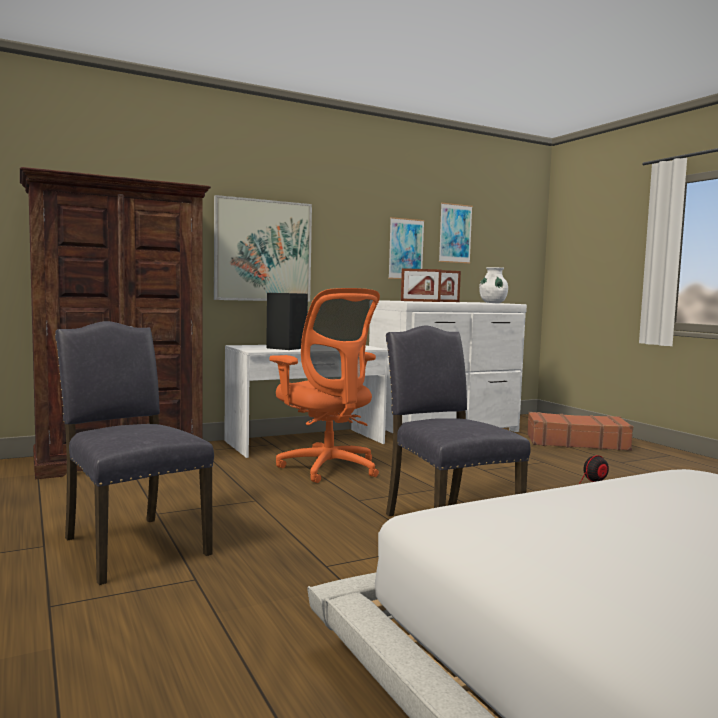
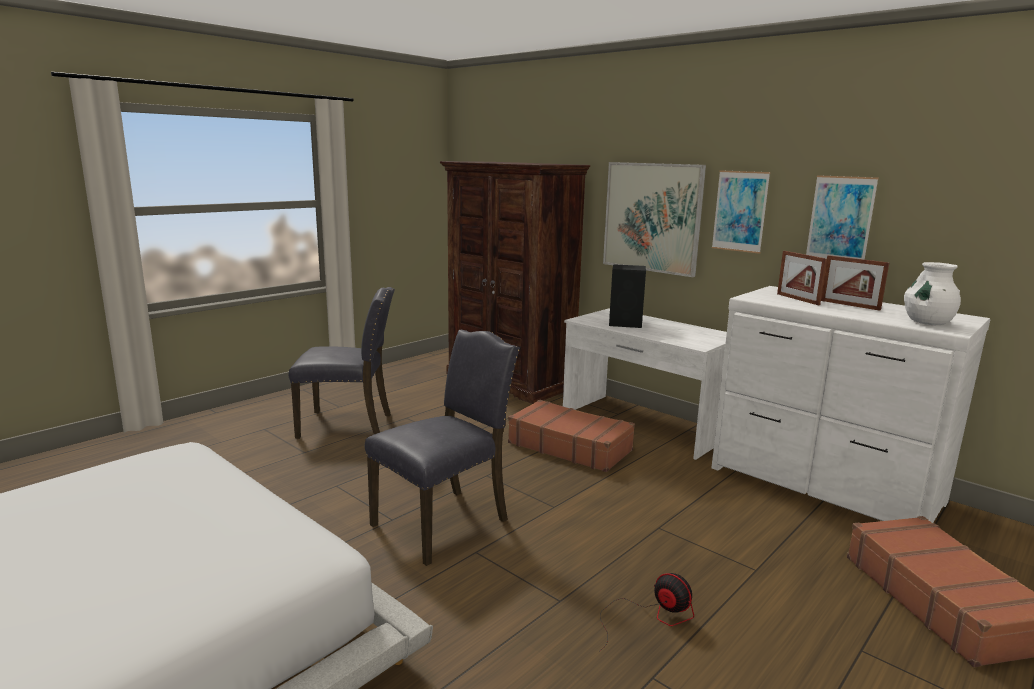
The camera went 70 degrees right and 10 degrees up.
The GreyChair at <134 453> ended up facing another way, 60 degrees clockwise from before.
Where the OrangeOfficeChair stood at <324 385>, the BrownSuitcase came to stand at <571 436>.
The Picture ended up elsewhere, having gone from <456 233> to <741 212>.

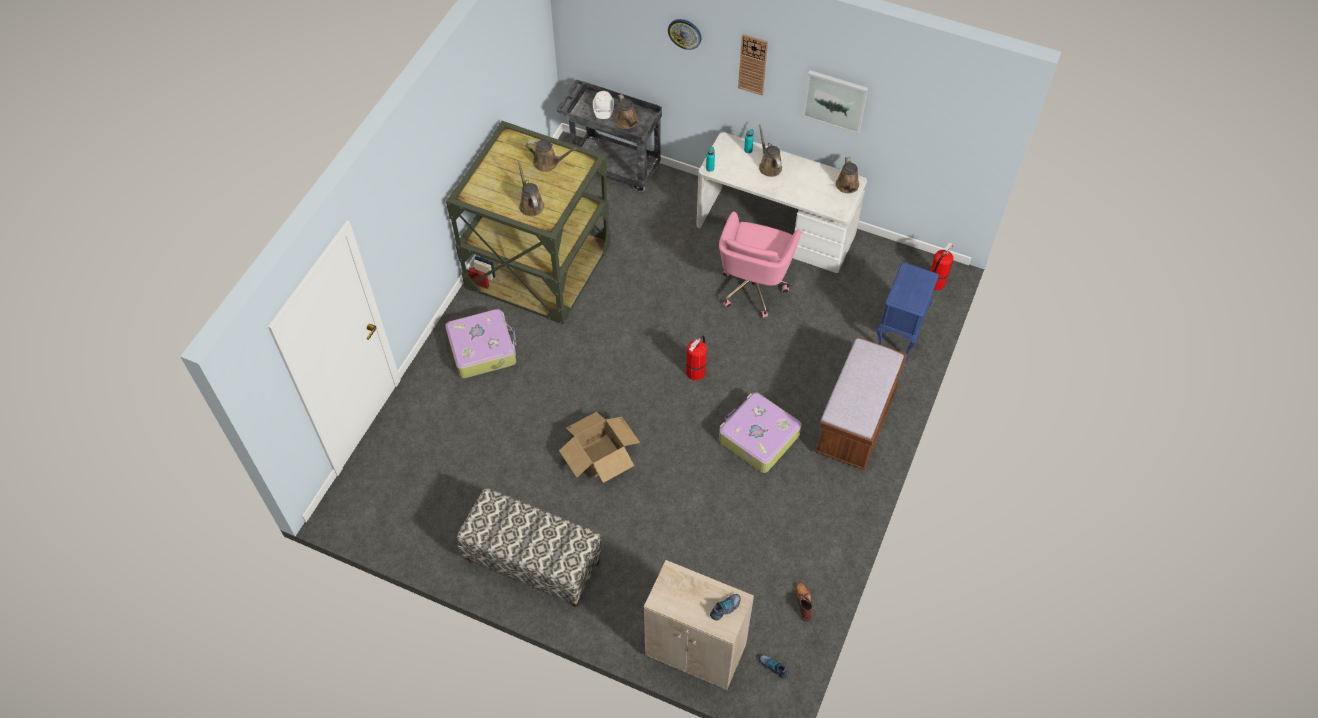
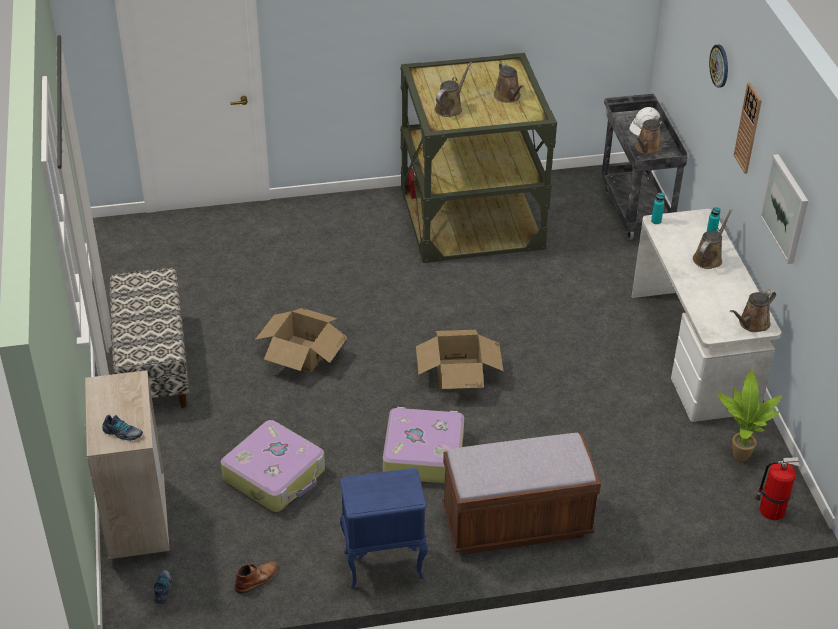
The camera went 55 degrees right and 15 degrees down.
The Suitcase ended up elsewhere, having gone from <481 343> to <273 466>.
Where the FireExtinguisher stood at <696 357>, the CardboardBox came to stand at <459 359>.
The second view lost the PinkOfficeChair at <760 265>.
The BlueNightstand ended up elsewhere, having gone from <908 312> to <383 529>.
The second view gained the PottedPlant at <750 415>.

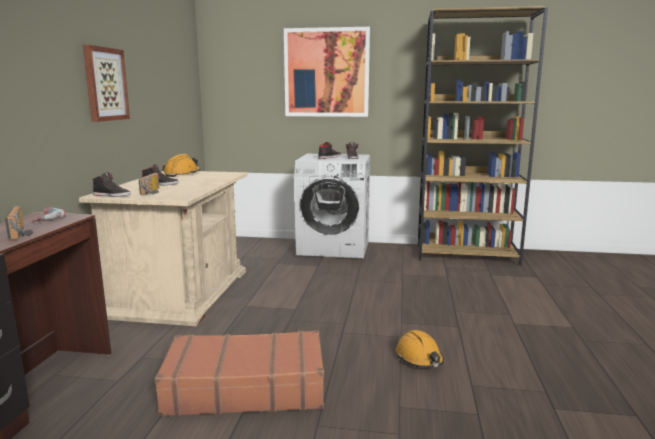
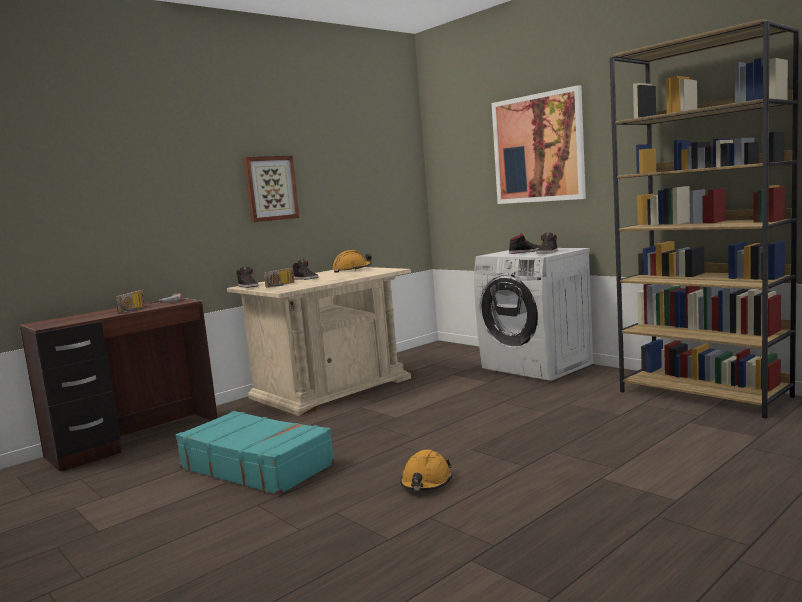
The camera went 40 degrees right and 5 degrees down.
What was the BrownSuitcase at <239 373> turned into the TurquoiseSuitcase at <255 453>.

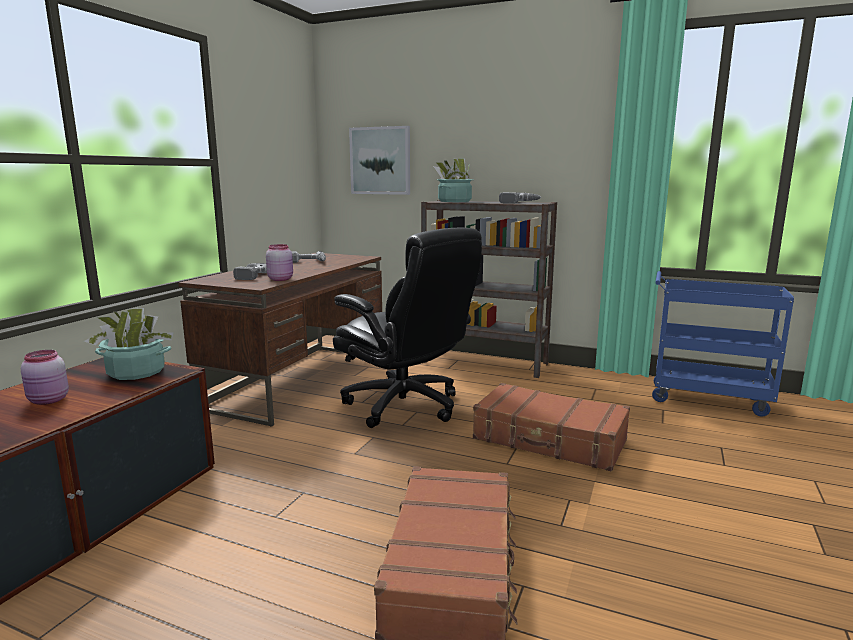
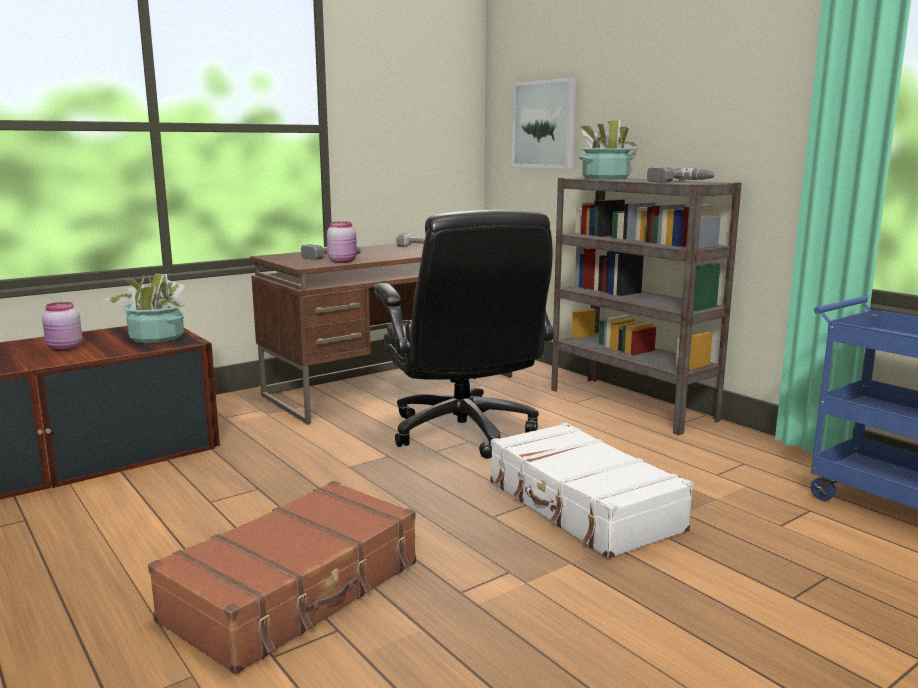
The camera went 30 degrees right and 0 degrees up.
What was the BrownSuitcase at <551 427> turned into the WhiteSuitcase at <592 490>.

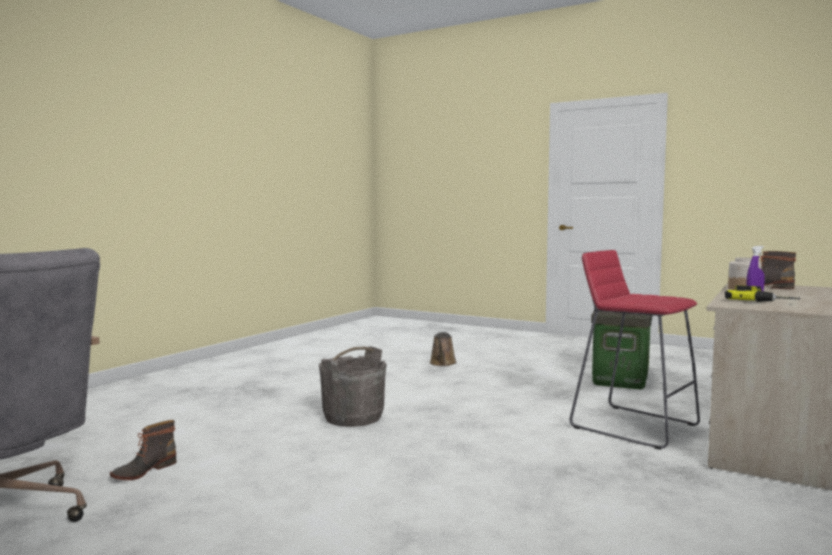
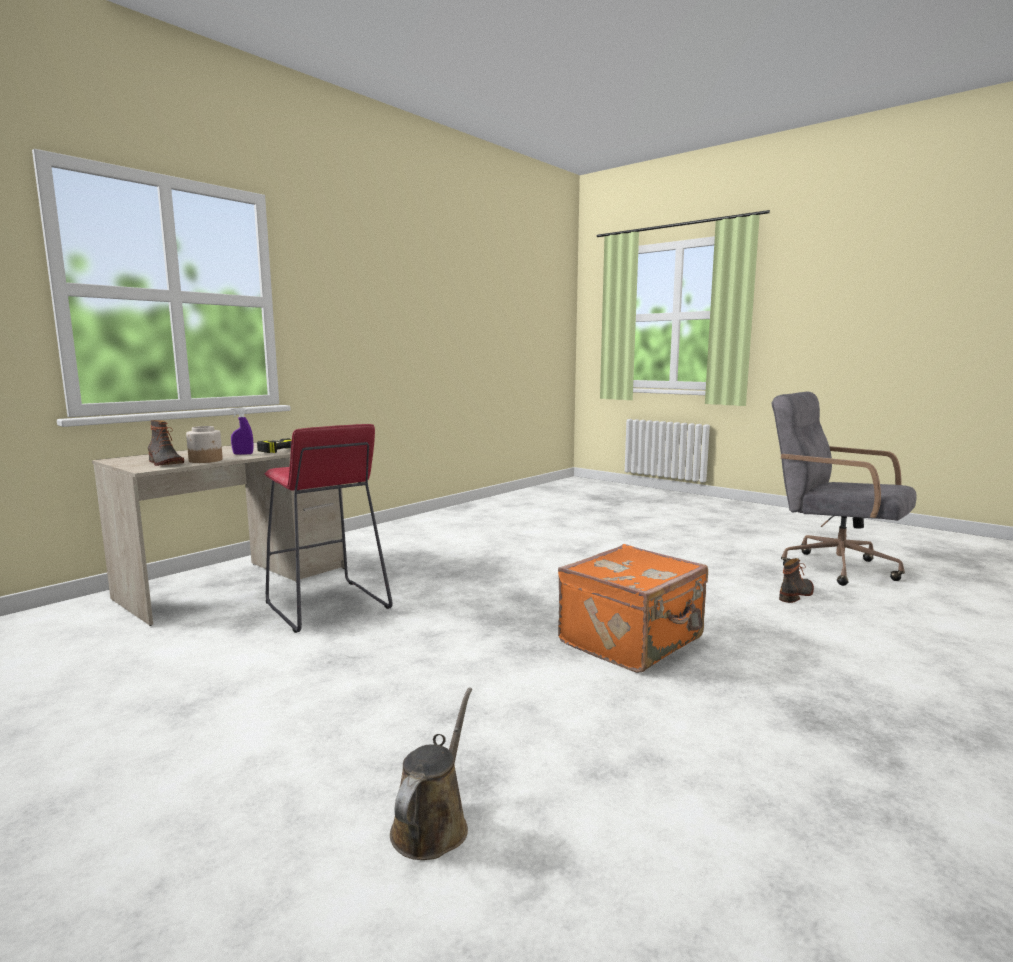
The camera went 170 degrees left and 5 degrees up.
Where the GreyBucket stood at <352 387>, the OrangeSuitcase came to stand at <633 608>.
The second view lost the StorageBox at <621 350>.

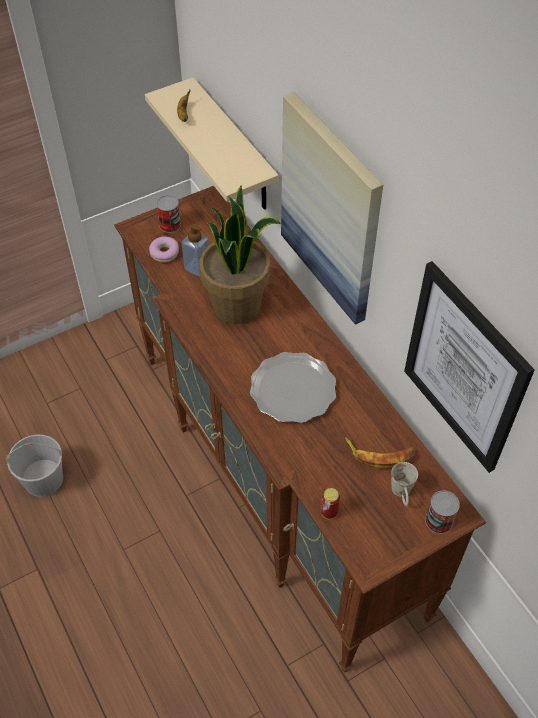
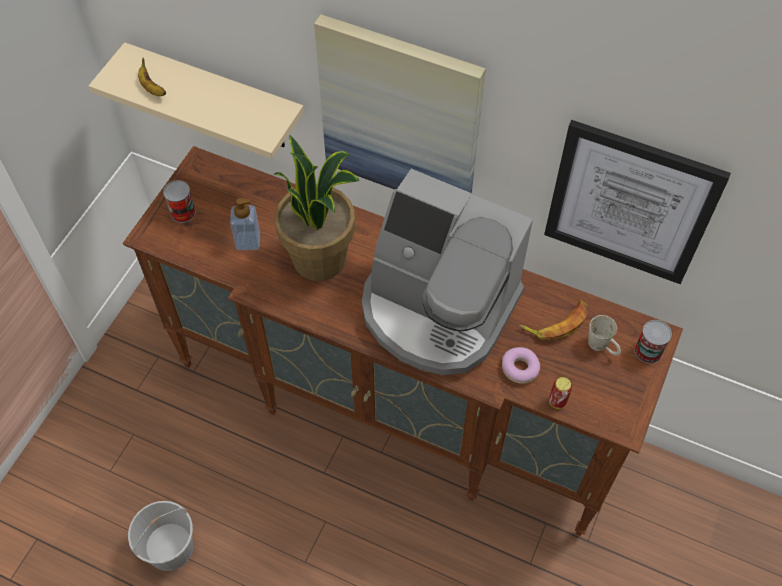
The camera went 35 degrees left and 5 degrees up.
The Donut ended up elsewhere, having gone from <164 249> to <521 365>.
Where the Plate stood at <293 387>, the CoffeeMachine came to stand at <447 272>.

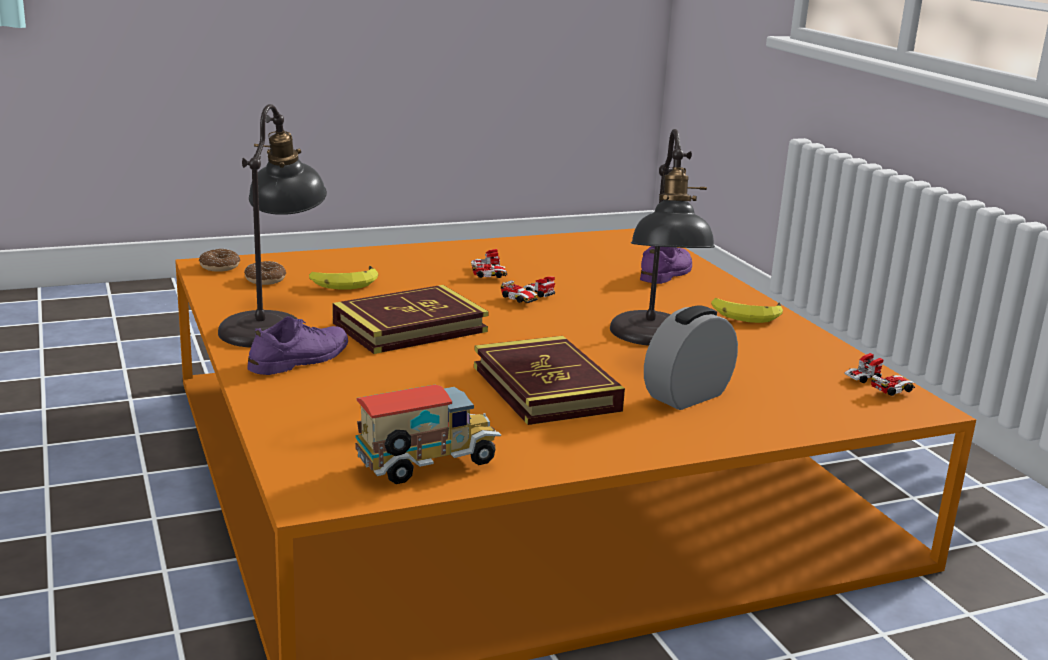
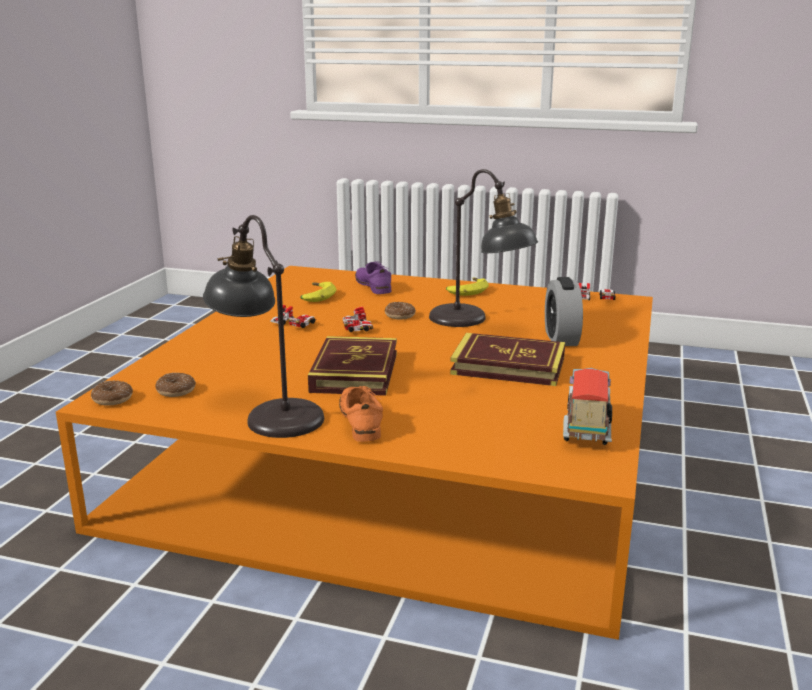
The camera went 50 degrees left and 0 degrees up.
What was the PurpleShoe at <298 345> turned into the OrangeShoe at <361 414>.
The Banana ended up elsewhere, having gone from <343 277> to <318 292>.
The second view gained the Donut at <400 311>.

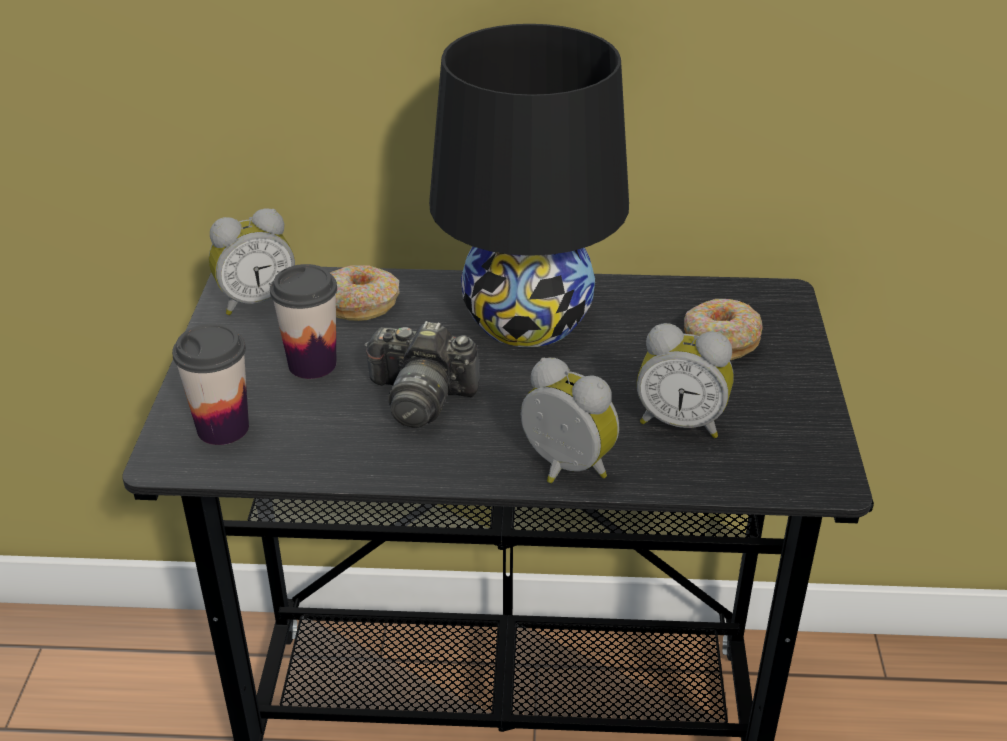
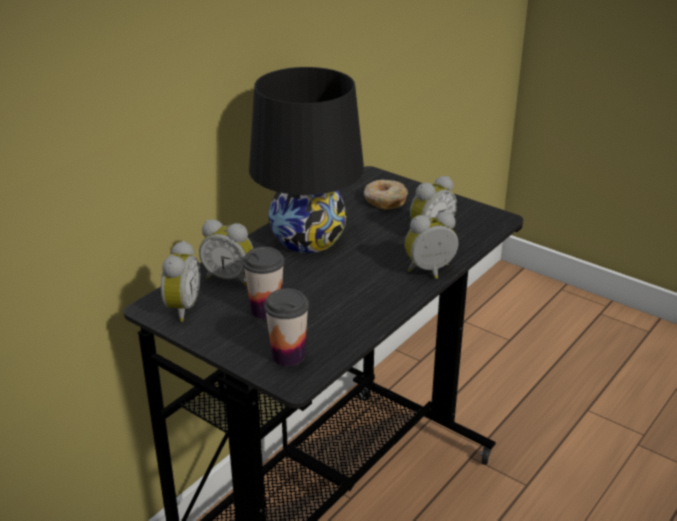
The camera went 55 degrees left and 5 degrees down.
Where the Donut stood at <365 293>, the AlarmClock came to stand at <226 252>.
The second view lost the PhotoCamera at <422 374>.

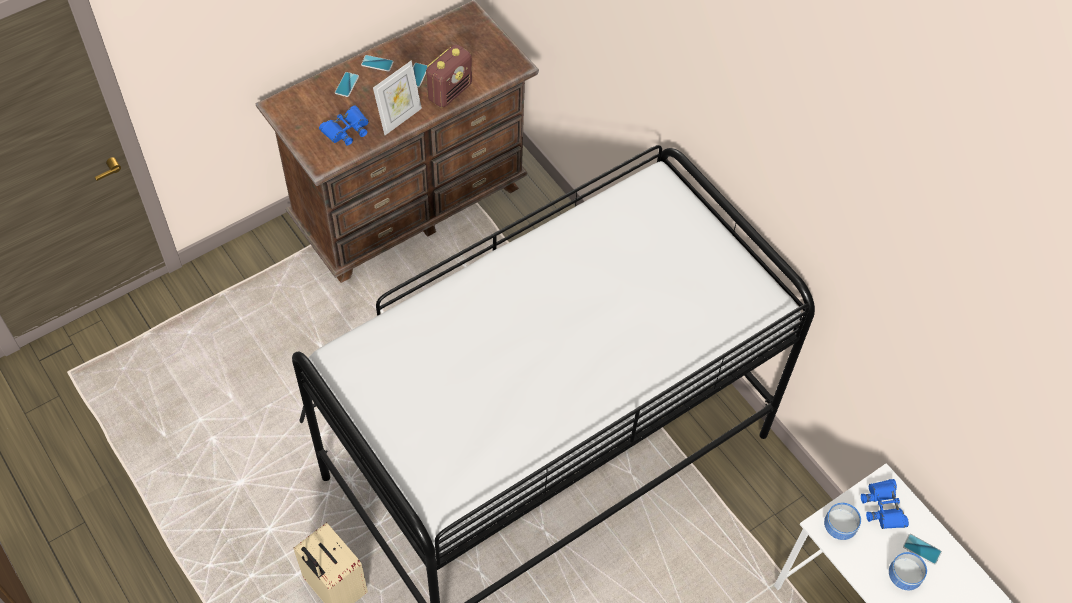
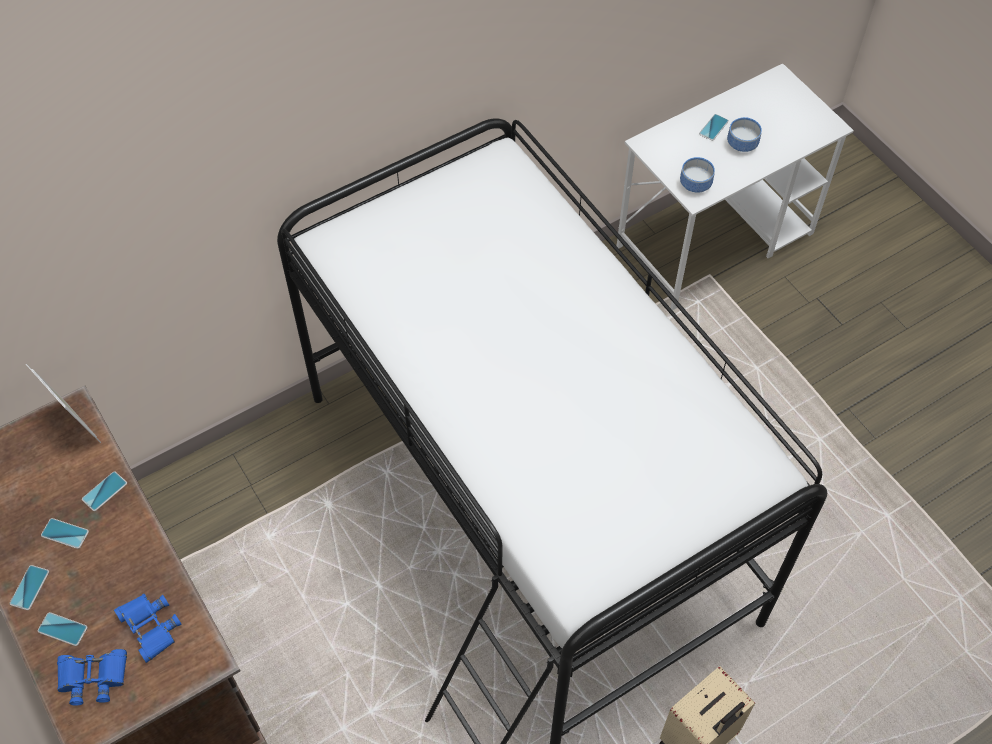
The camera went 85 degrees left and 0 degrees up.
The PictureFrame ended up elsewhere, having gone from <397 98> to <63 403>.
Where the Radio stood at <449 76>, the Phone came to stand at <104 491>.
The BlueBinoculars ended up elsewhere, having gone from <885 504> to <92 677>.

